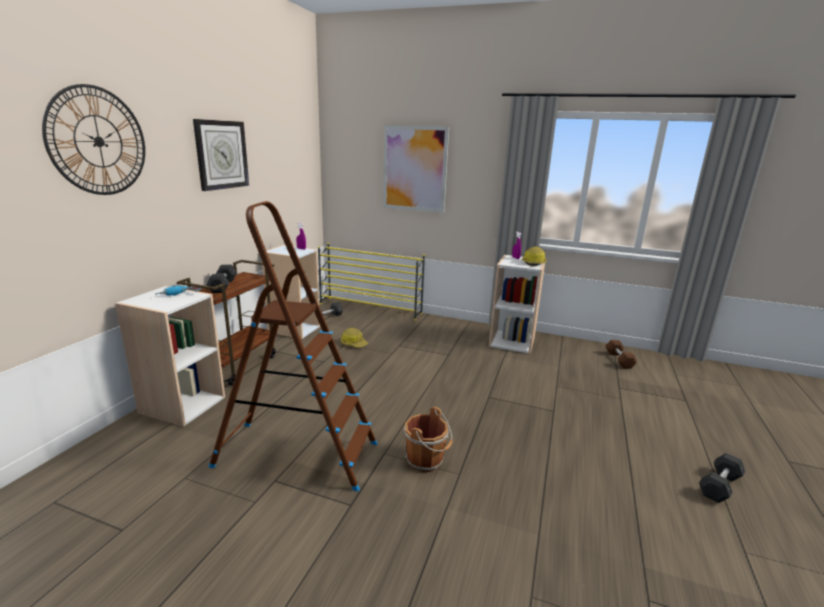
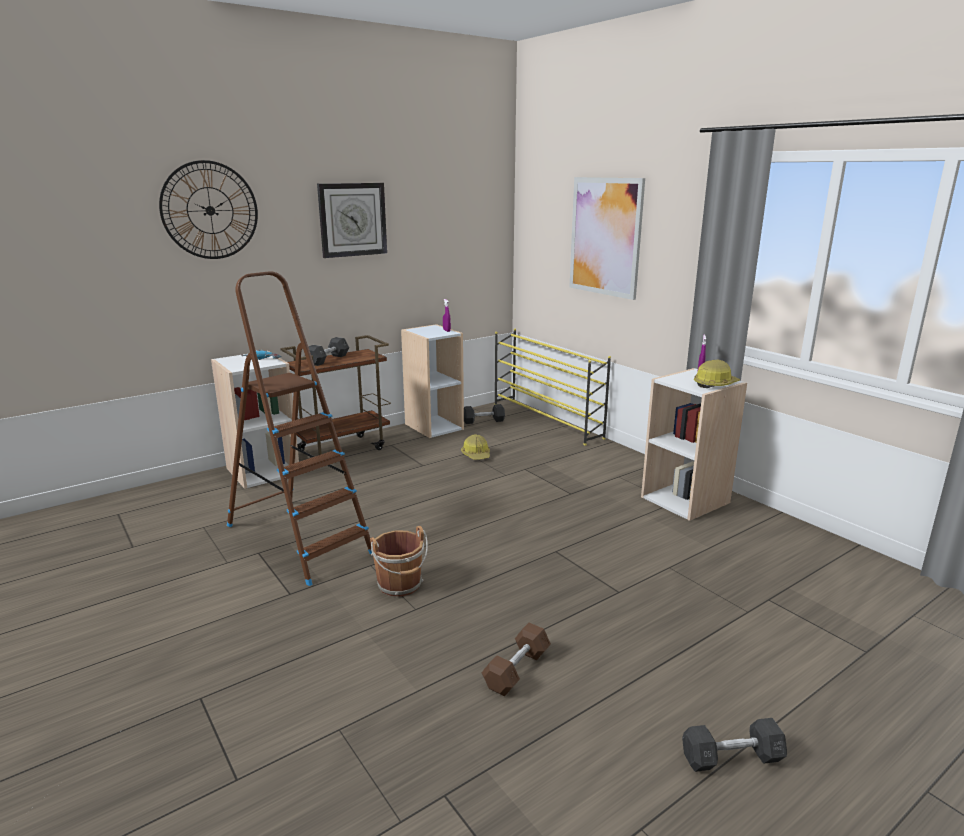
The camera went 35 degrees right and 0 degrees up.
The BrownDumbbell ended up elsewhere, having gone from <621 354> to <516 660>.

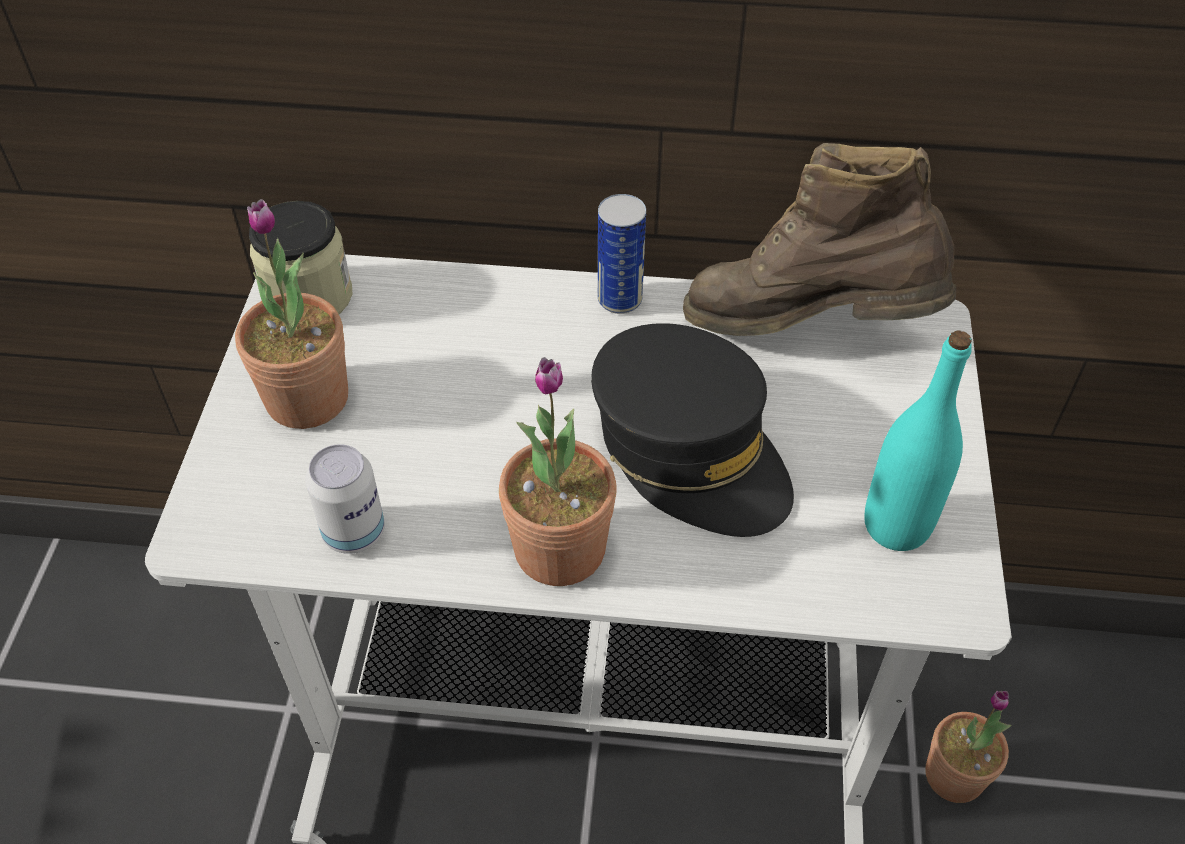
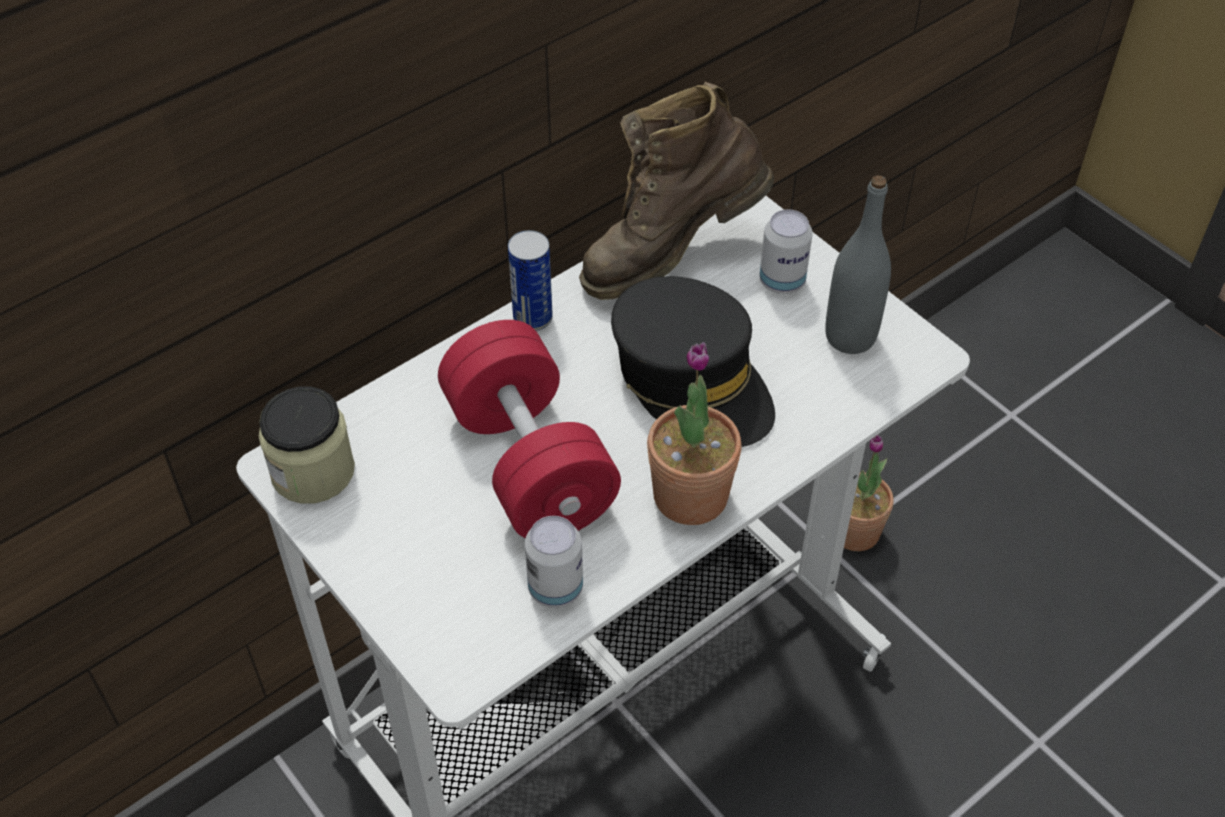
The camera went 45 degrees left and 0 degrees up.
The second view lost the PottedPlant at <291 314>.
The BlackCap at <692 430> ended up facing another way, 45 degrees clockwise from before.
What was the TurquoiseBottle at <918 440> turned into the GreyBottle at <858 265>.
The second view gained the RedDumbbell at <529 429>.
The second view gained the Can at <786 251>.

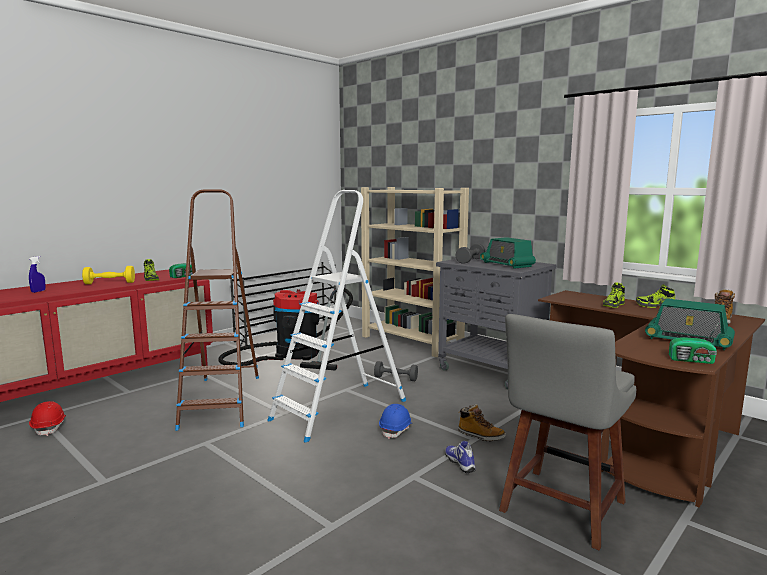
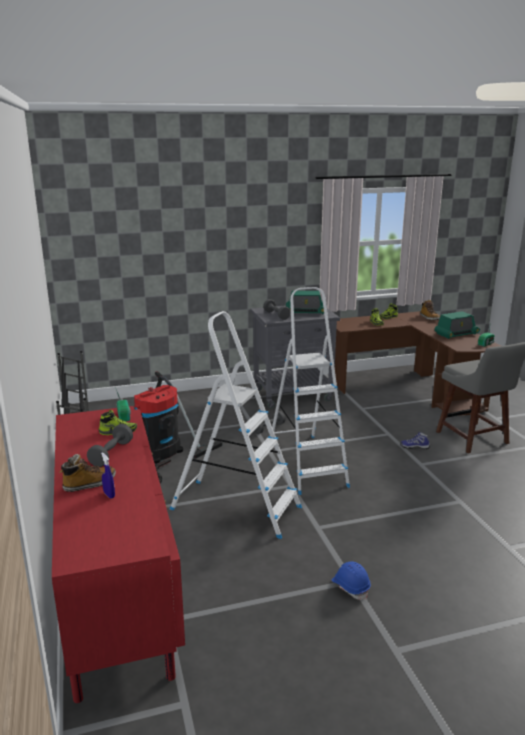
The camera went 60 degrees left and 10 degrees up.
The second view lost the RedHardHat at <47 418>.
What was the YellowDumbbell at <108 275> turned into the GreyDumbbell at <110 445>.
What was the BrownStepLadder at <217 310> turned into the WhiteStepLadder at <236 425>.
The second view lost the BeigeBookcase at <415 272>.
The BlueHardHat ended up elsewhere, having gone from <396 421> to <351 580>.
The Boot ended up elsewhere, having gone from <482 423> to <88 473>.

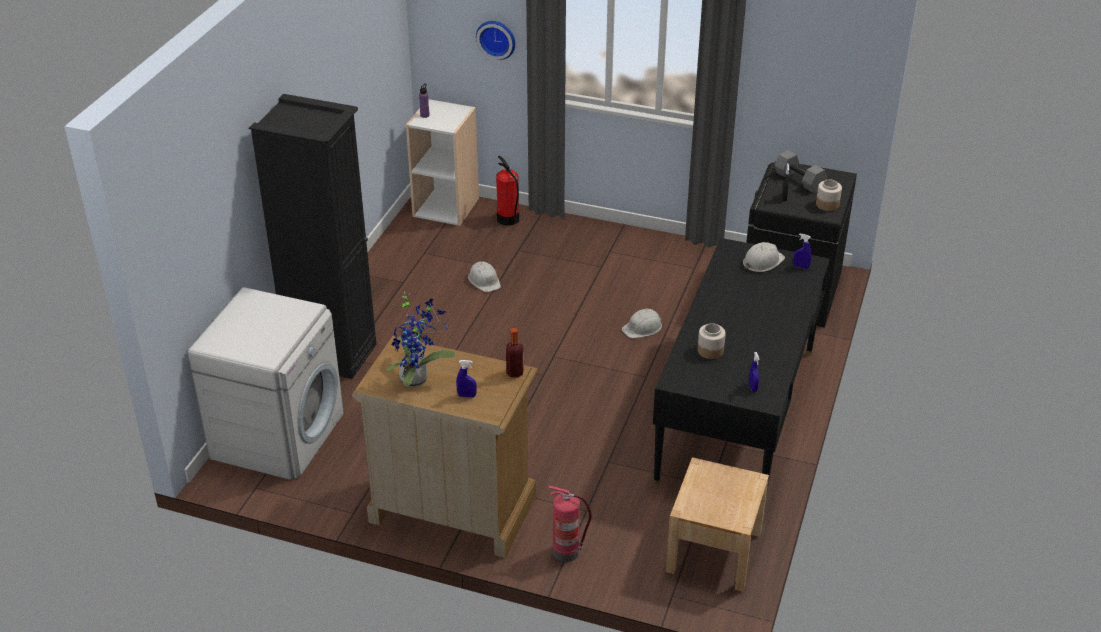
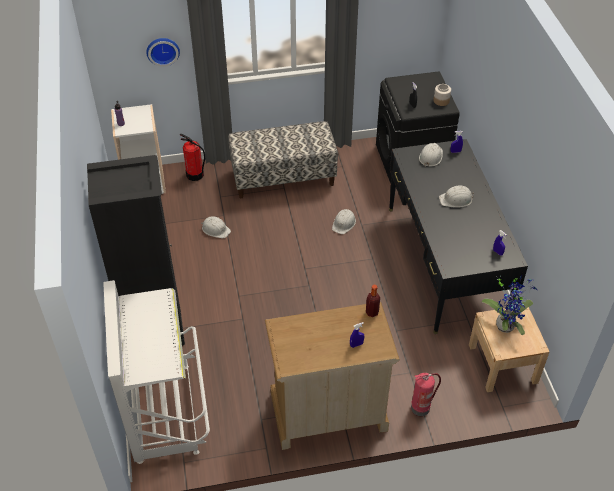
The camera went 30 degrees left and 10 degrees up.
Where the WhiteWashingMachine stood at <266 383>, the WhiteShoeRack came to stand at <156 372>.
The PottedPlant ended up elsewhere, having gone from <420 339> to <510 305>.
The second view lost the Jar at <712 341>.
The second view lost the GreyDumbbell at <800 171>.
The second view gained the Bench at <283 159>.
The second view gained the WhiteHardHat at <456 196>.

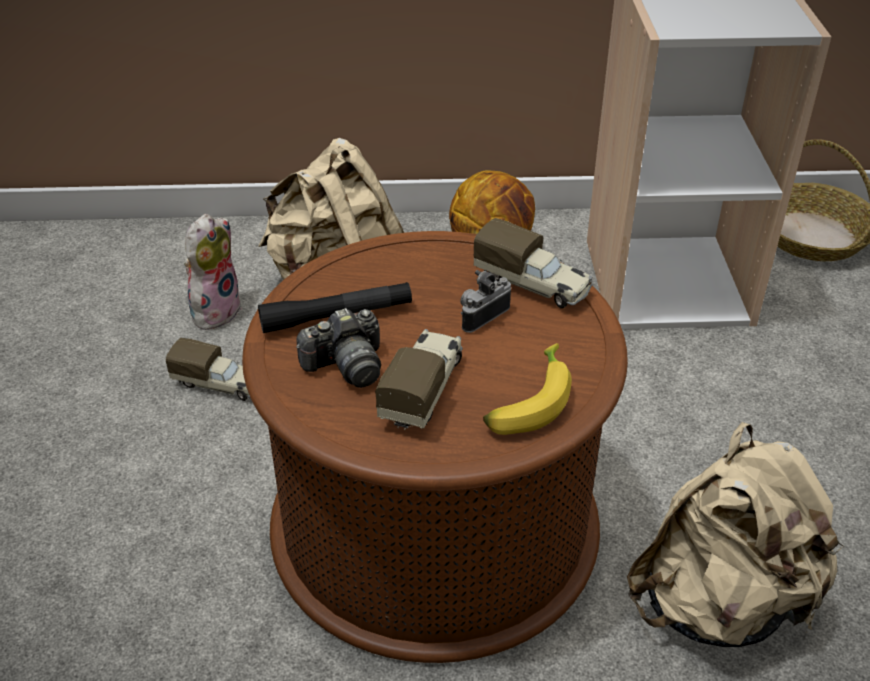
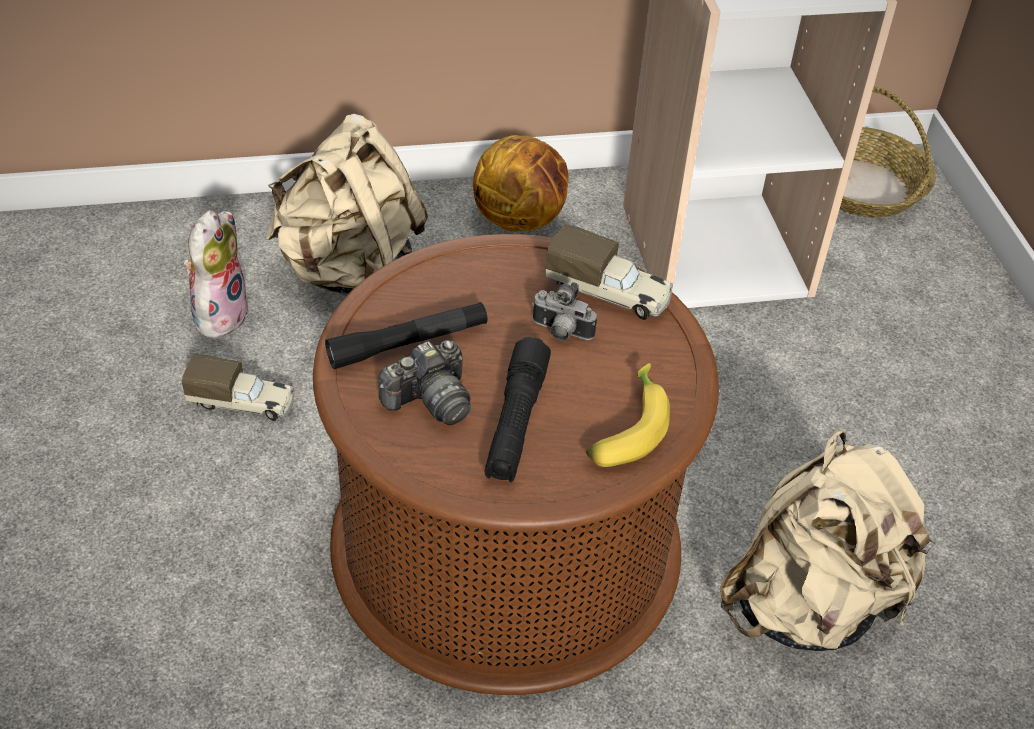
The camera went 10 degrees left and 5 degrees up.
Where the ToyTruck stood at <419 379>, the BlackFlashlight came to stand at <517 410>.
The PhotoCamera at <485 301> ended up facing another way, 105 degrees counterclockwise from before.

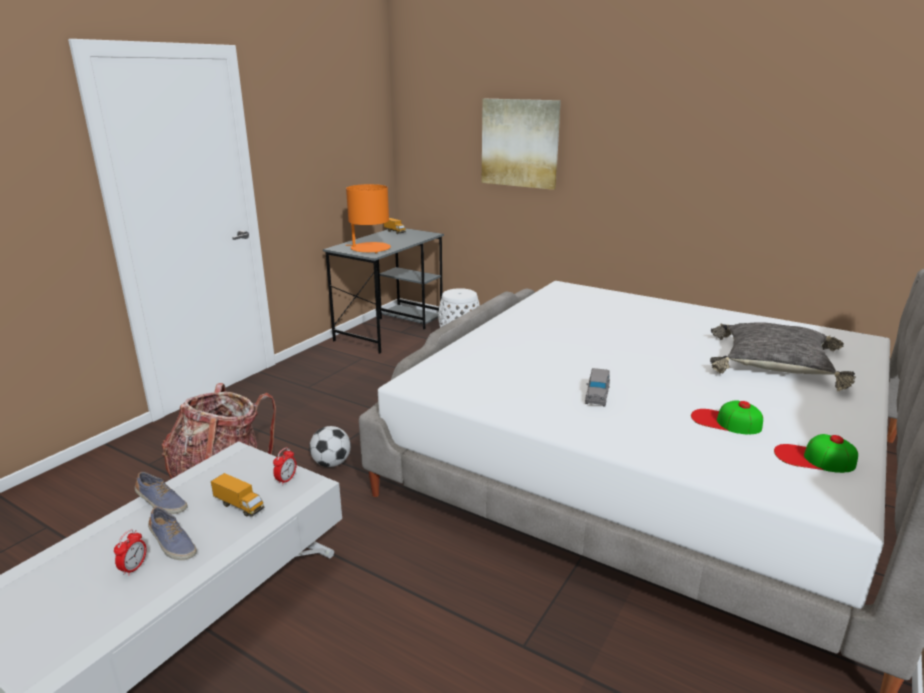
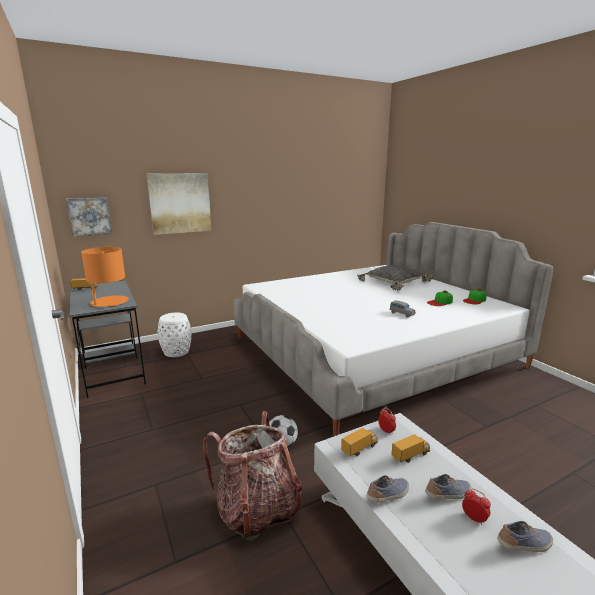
The camera went 60 degrees left and 5 degrees down.
The second view gained the Picture at <89 217>.
The second view gained the ToyTruck at <359 442>.
The second view gained the Shoe at <525 536>.

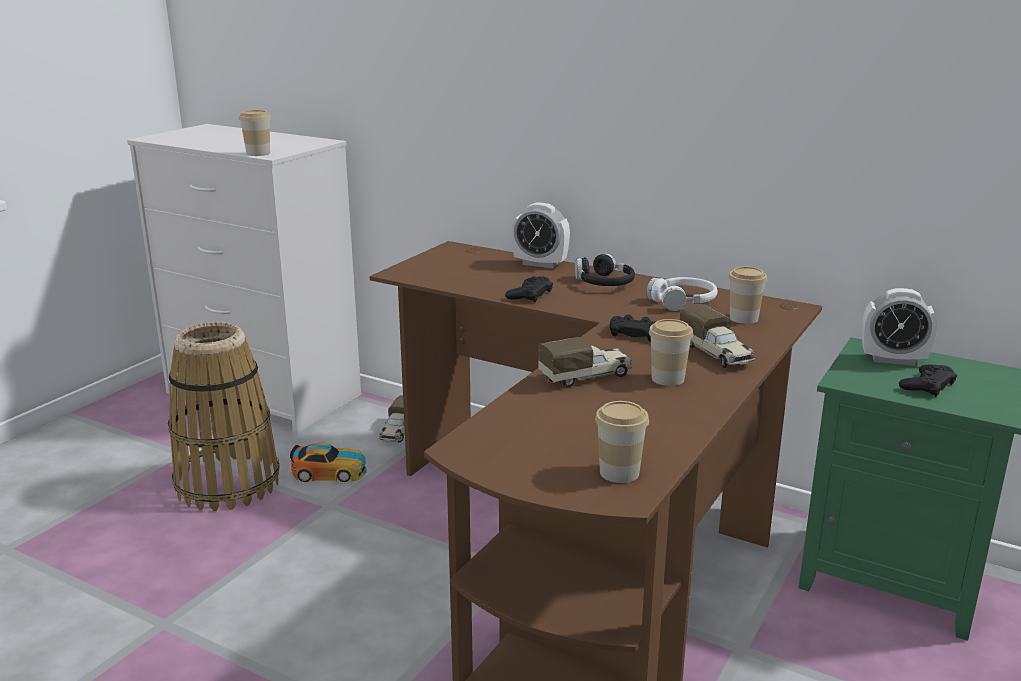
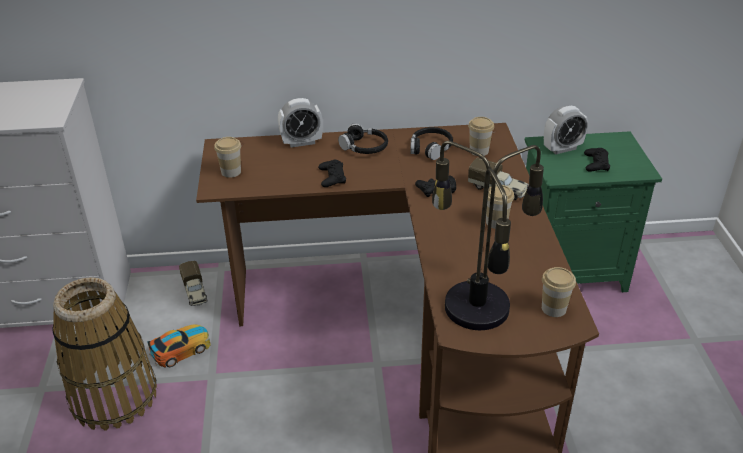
The camera went 35 degrees left and 15 degrees up.
The Cup ended up elsewhere, having gone from <255 133> to <227 157>.
The second view lost the ToyTruck at <585 362>.
What was the WhiteHeadphones at <682 294> turned into the BlackHeadphones at <431 143>.
The second view gained the TableLamp at <488 235>.

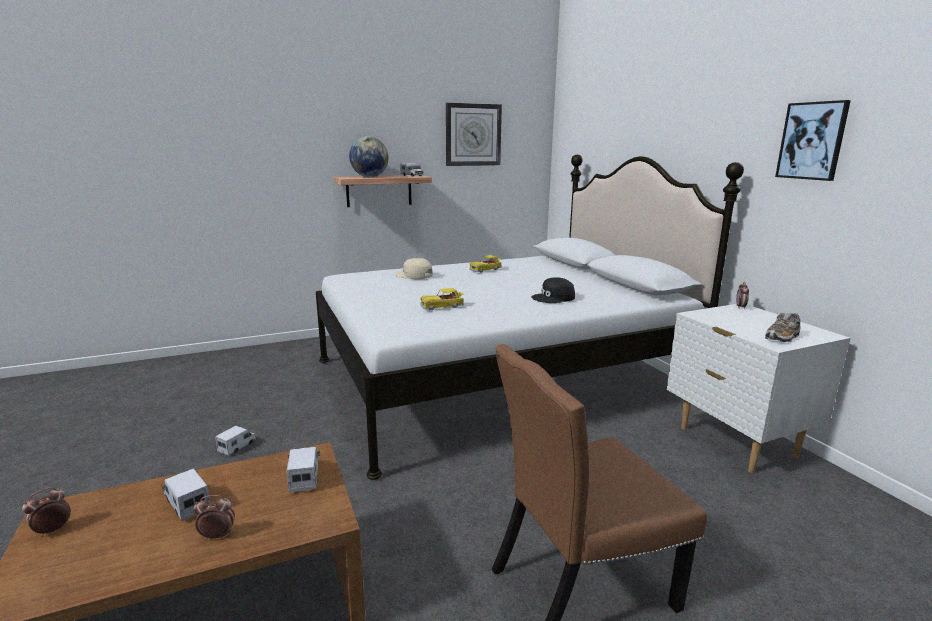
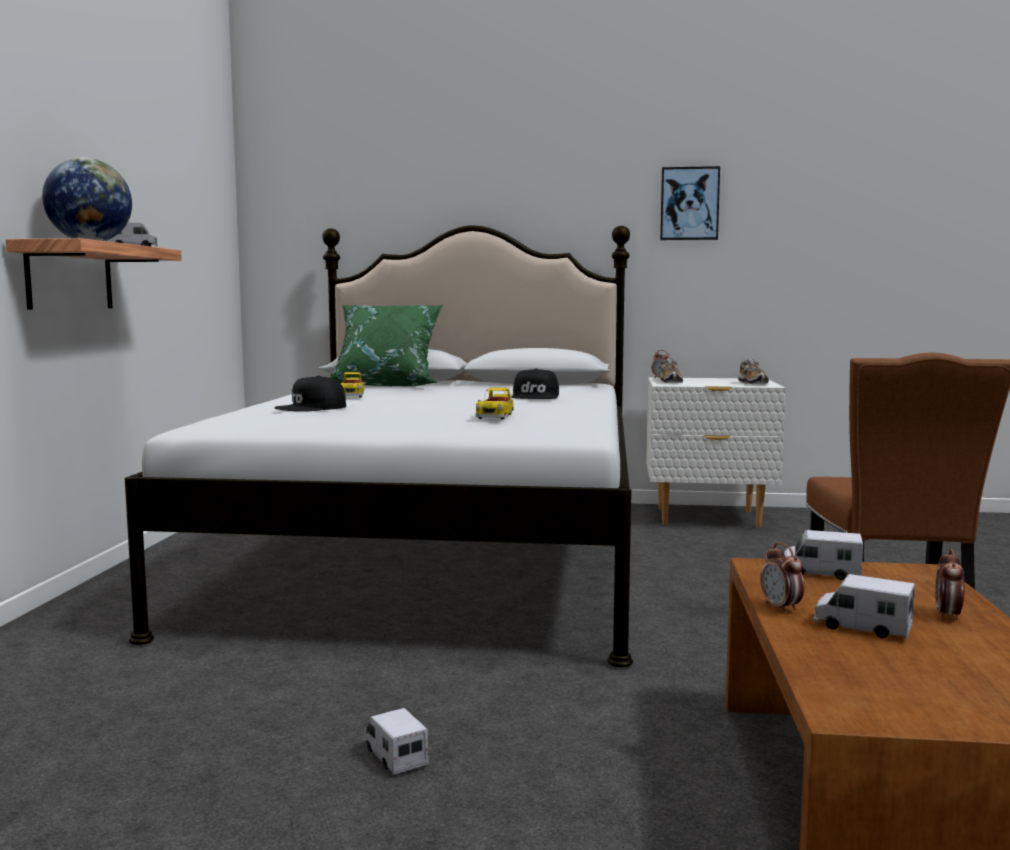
The camera went 60 degrees left and 10 degrees down.
The AlarmClock ended up elsewhere, having gone from <46 512> to <782 578>.
The ToyTruck at <186 495> ended up facing another way, 45 degrees clockwise from before.
What was the BeigeCap at <414 268> turned into the BlackCap at <310 394>.
The second view lost the WallClock at <474 134>.
The second view gained the GreenPillow at <386 345>.
The second view gained the Shoe at <671 370>.

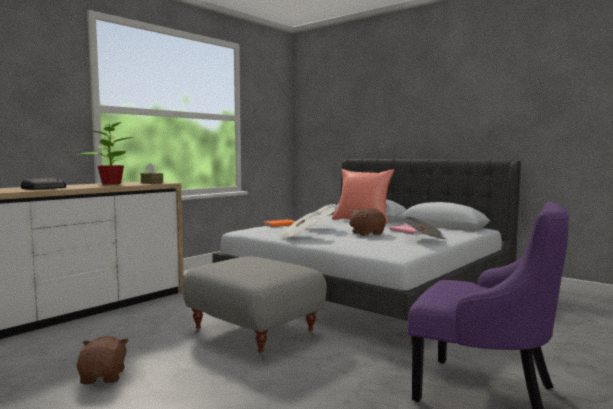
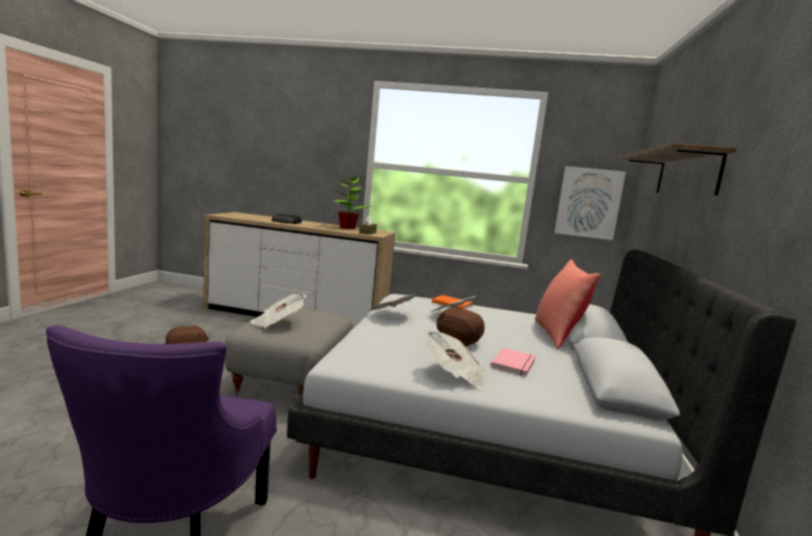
The camera went 60 degrees right and 5 degrees up.
The second view gained the Newspaper at <278 311>.
The second view gained the Picture at <590 203>.
The second view gained the Shelf at <677 169>.

